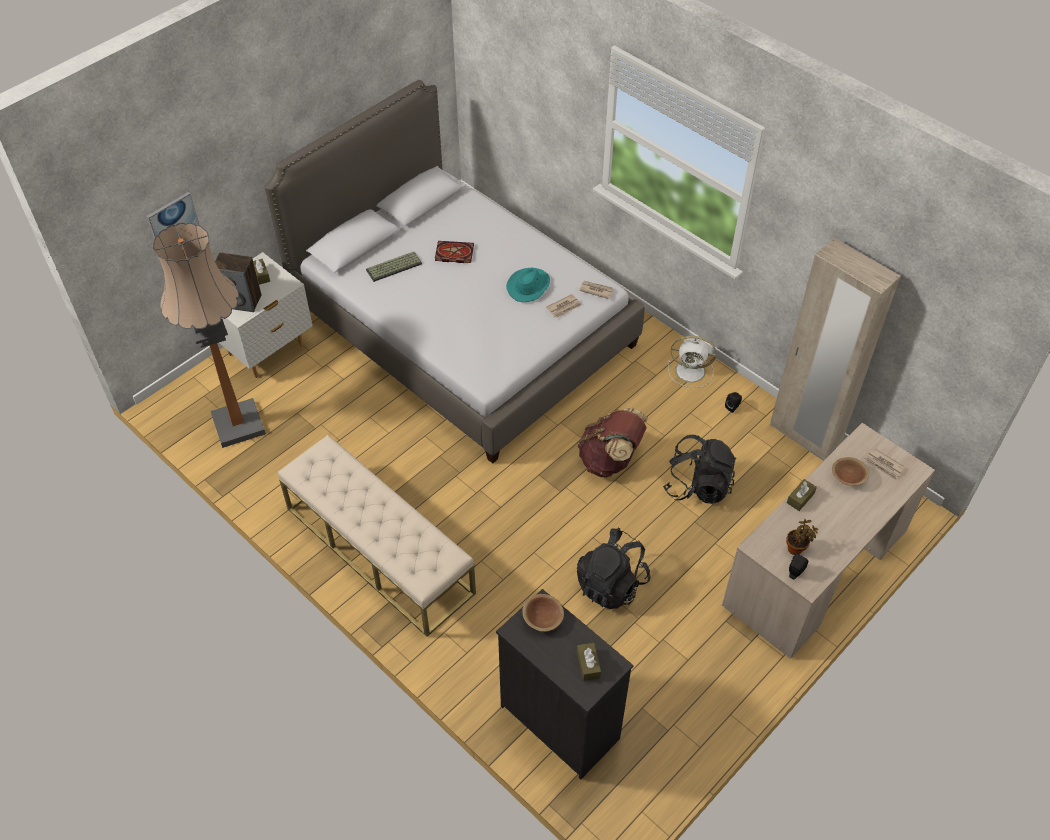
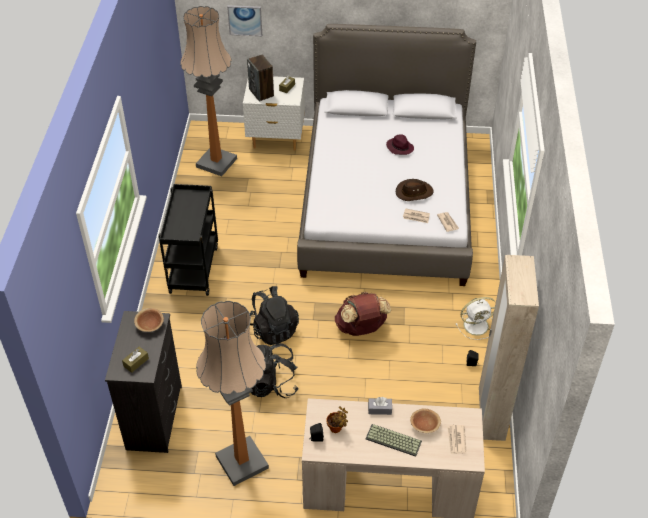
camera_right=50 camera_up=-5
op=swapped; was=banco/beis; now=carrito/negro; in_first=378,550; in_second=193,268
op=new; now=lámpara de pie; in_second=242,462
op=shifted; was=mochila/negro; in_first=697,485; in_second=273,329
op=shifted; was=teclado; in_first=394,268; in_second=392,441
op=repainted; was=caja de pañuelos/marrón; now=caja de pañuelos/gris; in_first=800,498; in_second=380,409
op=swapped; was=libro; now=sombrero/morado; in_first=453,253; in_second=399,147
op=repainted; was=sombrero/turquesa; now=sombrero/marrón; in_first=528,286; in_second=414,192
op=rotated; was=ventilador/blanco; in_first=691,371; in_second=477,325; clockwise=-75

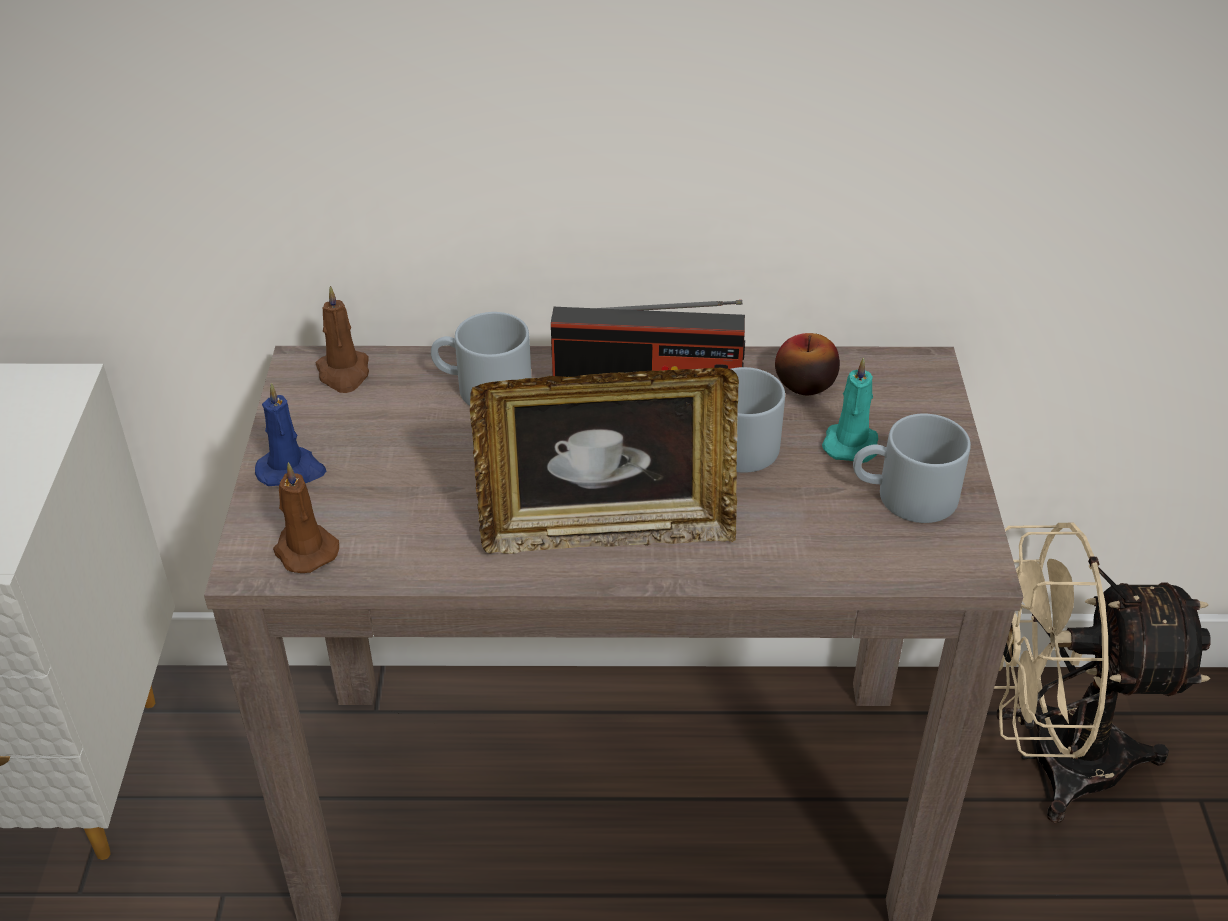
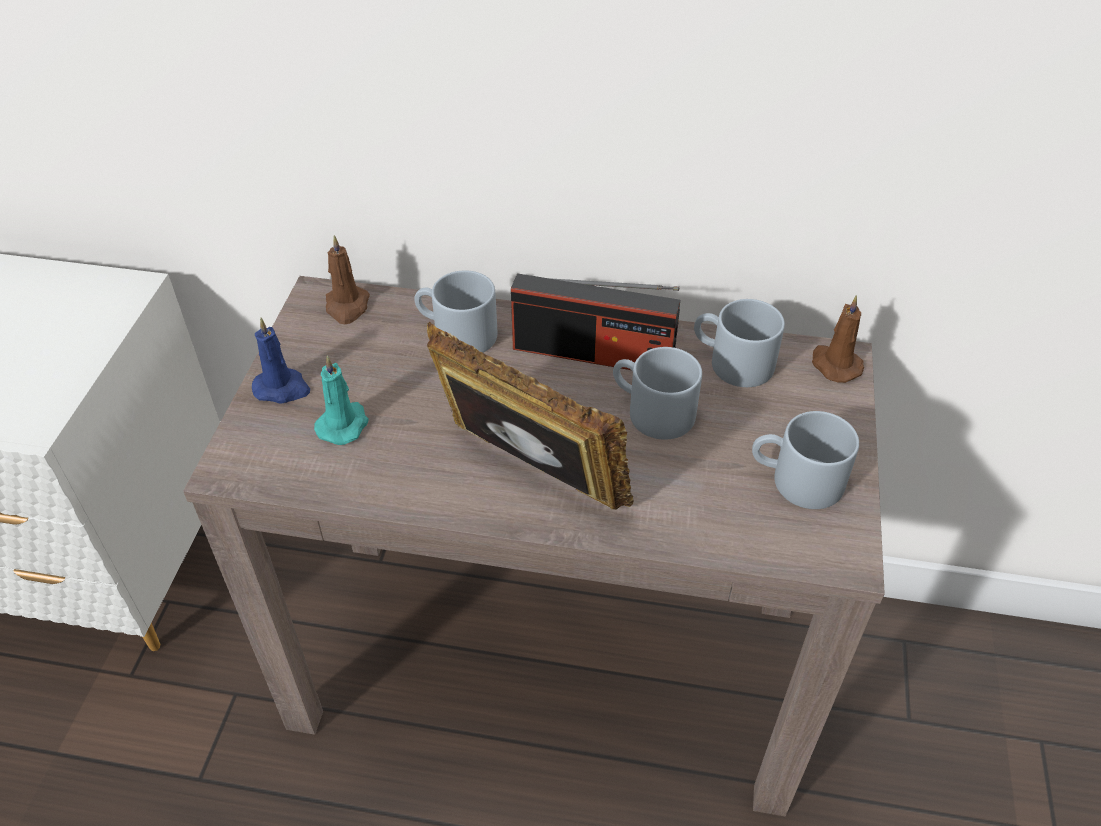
camera_right=10 camera_up=5
op=shifted; was=vela/turquesa; in_first=850,443; in_second=344,424
op=rotated; was=portarretratos; in_first=607,530; in_second=528,477; clockwise=-150
op=swapped; was=manzana; now=taza grande/gris; in_first=805,384; in_second=731,362
op=shifted; was=vela/marrón; in_first=304,549; in_second=834,364
op=gone; was=ventilador/beis; in_first=1050,759

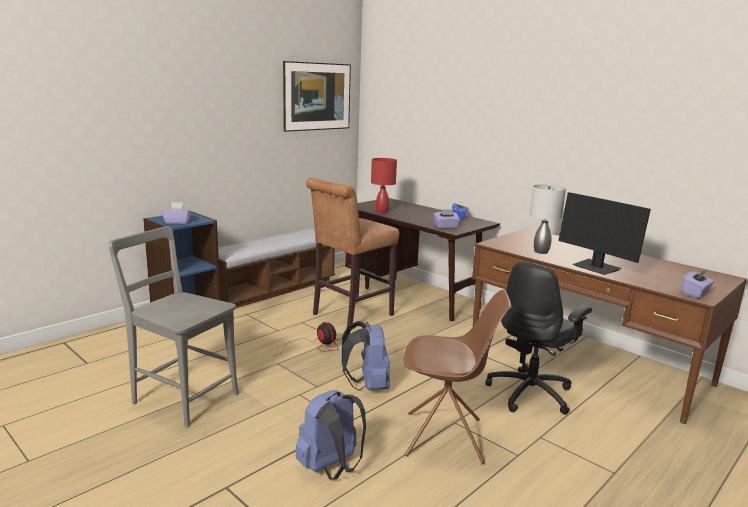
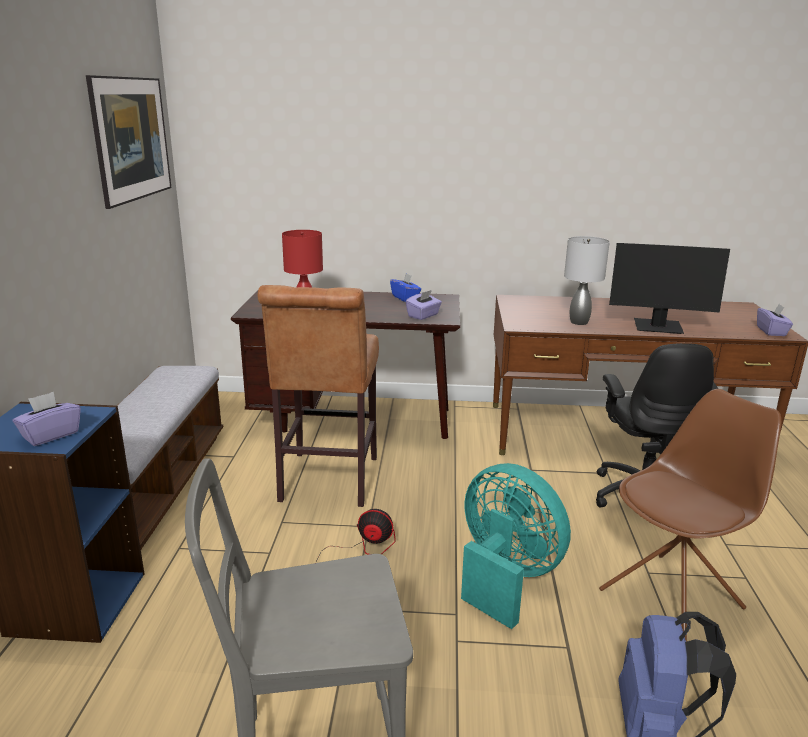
camera_right=-40 camera_up=5
op=swapped; was=mochila/azul; now=ventilador/turquesa; in_first=368,386; in_second=505,577

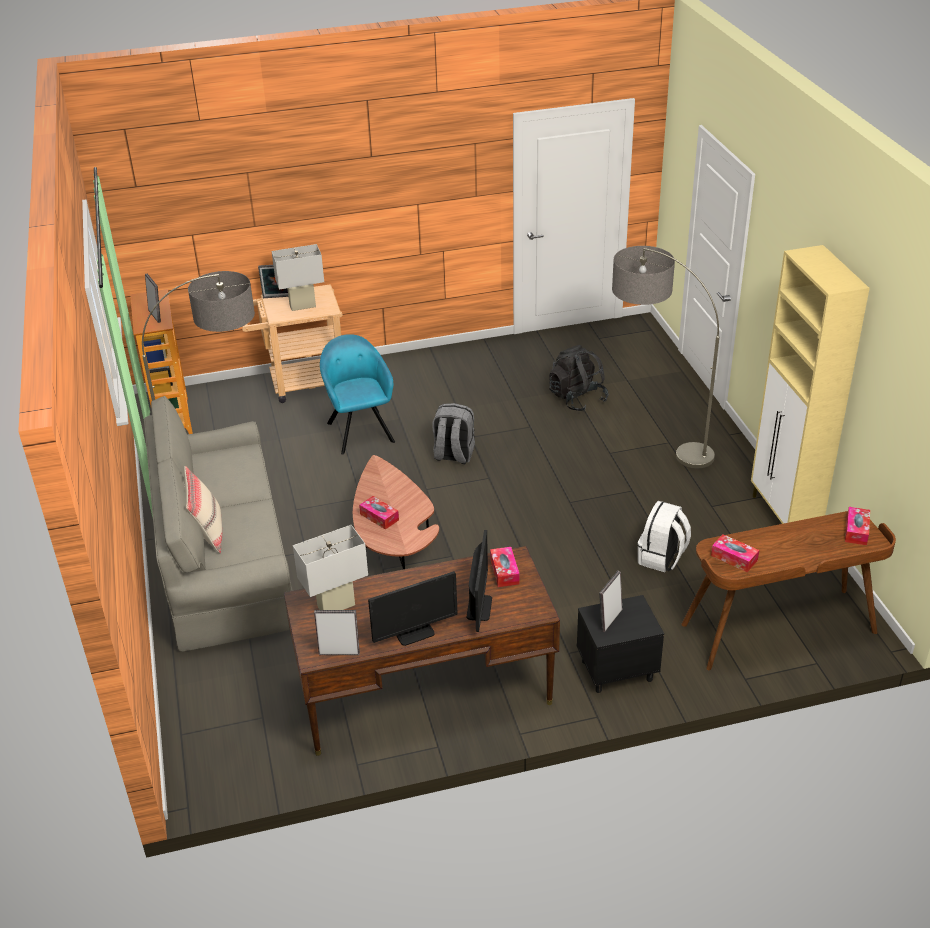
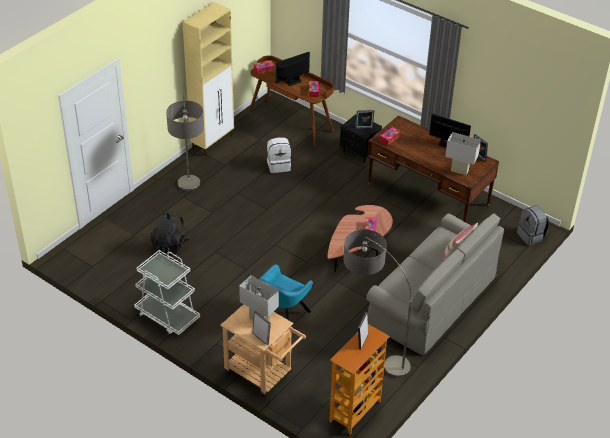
camera_right=-130 camera_up=5
op=new; now=carrito/blanco; in_second=167,316
op=shifted; was=monitor; in_first=479,607; in_second=293,81
op=shifted; was=mochila/gris; in_first=453,455; in_second=531,236

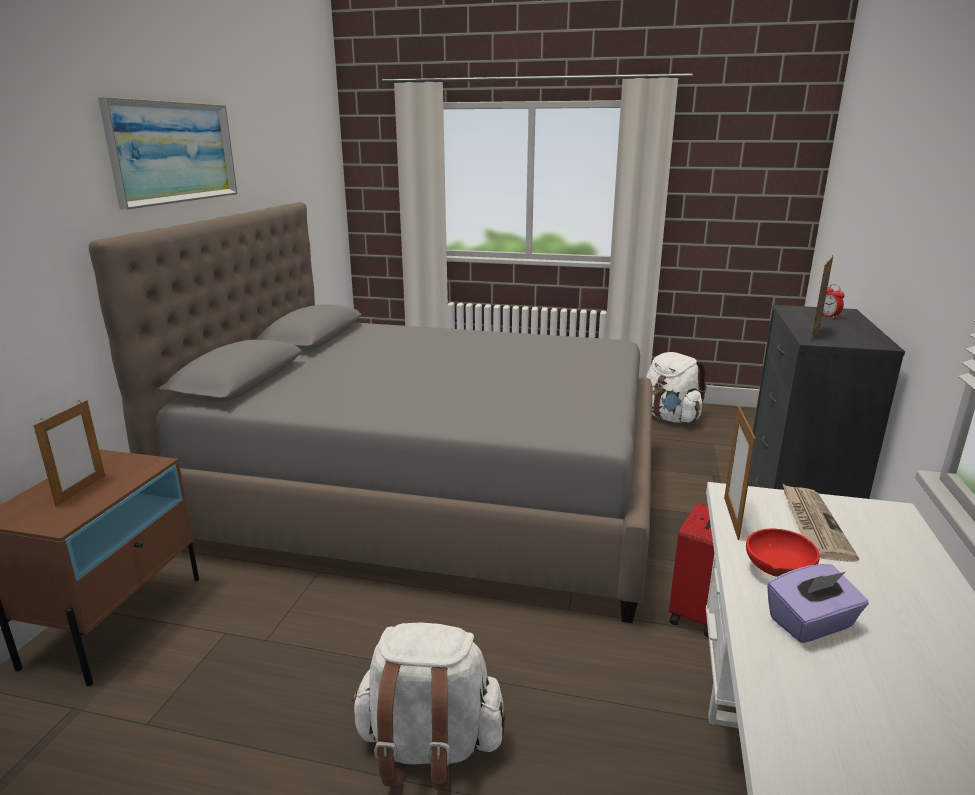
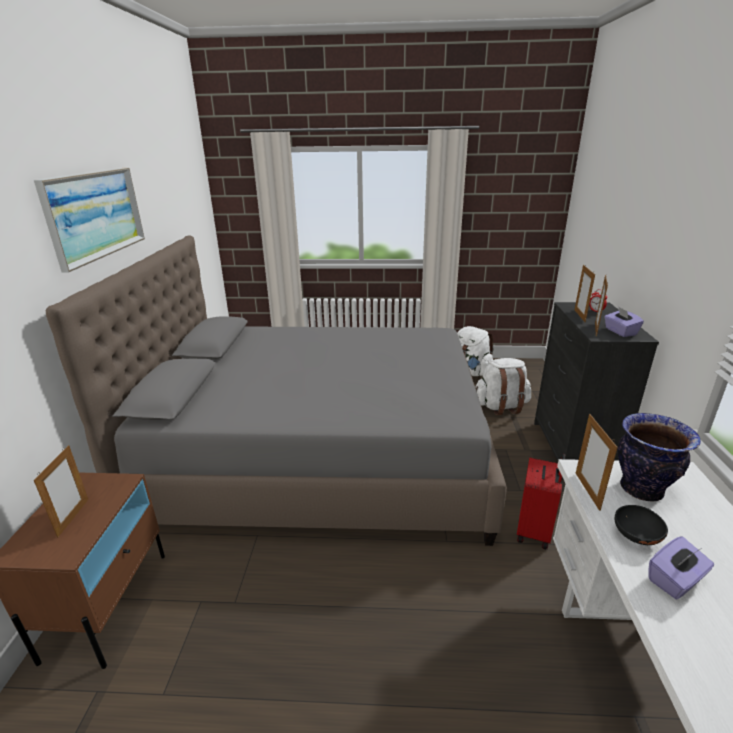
camera_right=-10 camera_up=5
op=shifted; was=mochila/blanco; in_first=429,747; in_second=501,406
op=new; now=portarretratos; in_second=579,316
op=new; now=caja de pañuelos/morado; in_second=620,332
op=repainted; was=cuenco/rojo; now=cuenco/negro; in_first=776,572; in_second=635,536
op=swapped; was=periódico; now=florero; in_first=812,524; in_second=640,489

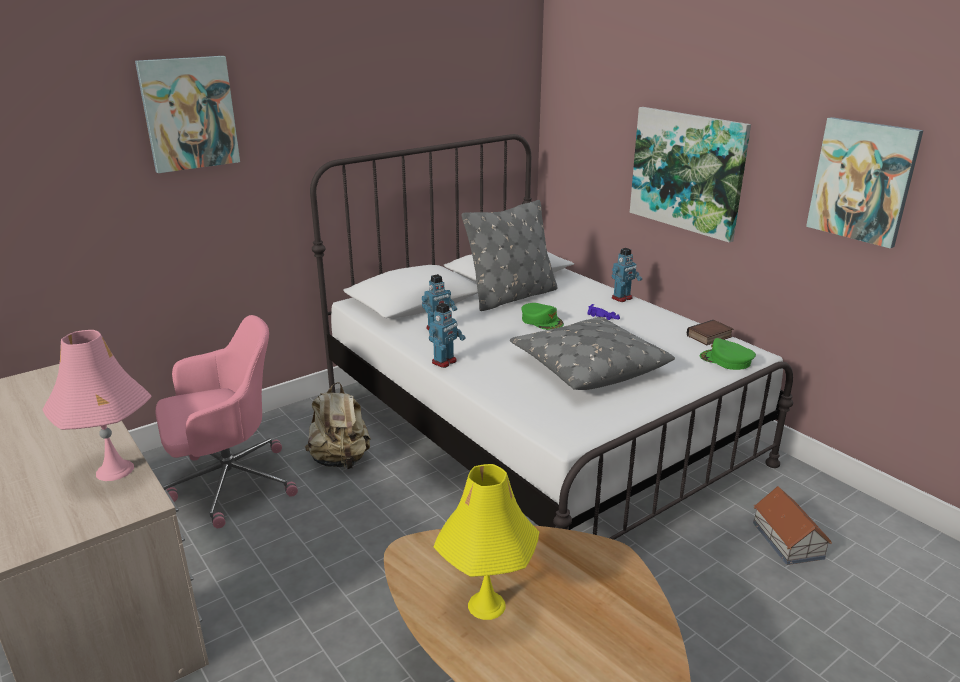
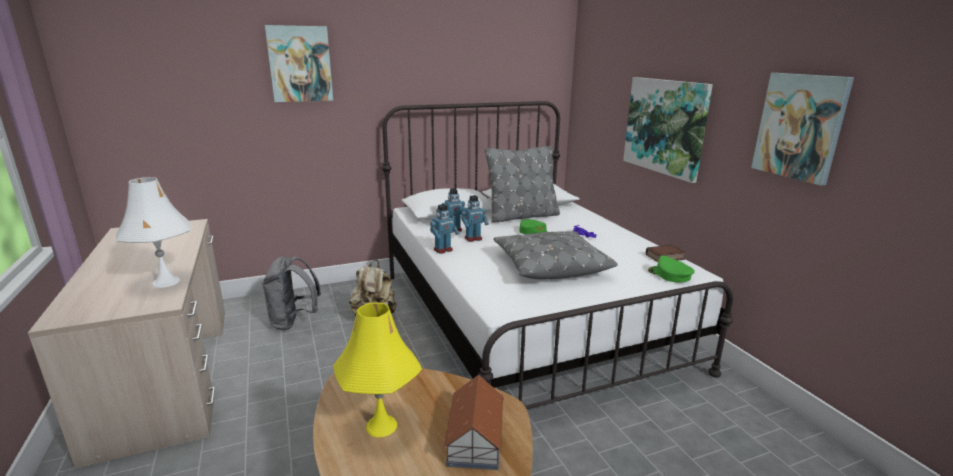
camera_right=15 camera_up=-5
op=repainted; was=lámpara de mesa/rosa; now=lámpara de mesa/blanco; in_first=114,470; in_second=166,282
op=swapped; was=silla de oficina/rosa; now=mochila/gris; in_first=229,483; in_second=293,322
op=shifted; was=casita; in_first=787,540; in_second=474,440
op=shifted; was=robot de juguete; in_first=622,298; in_second=473,239

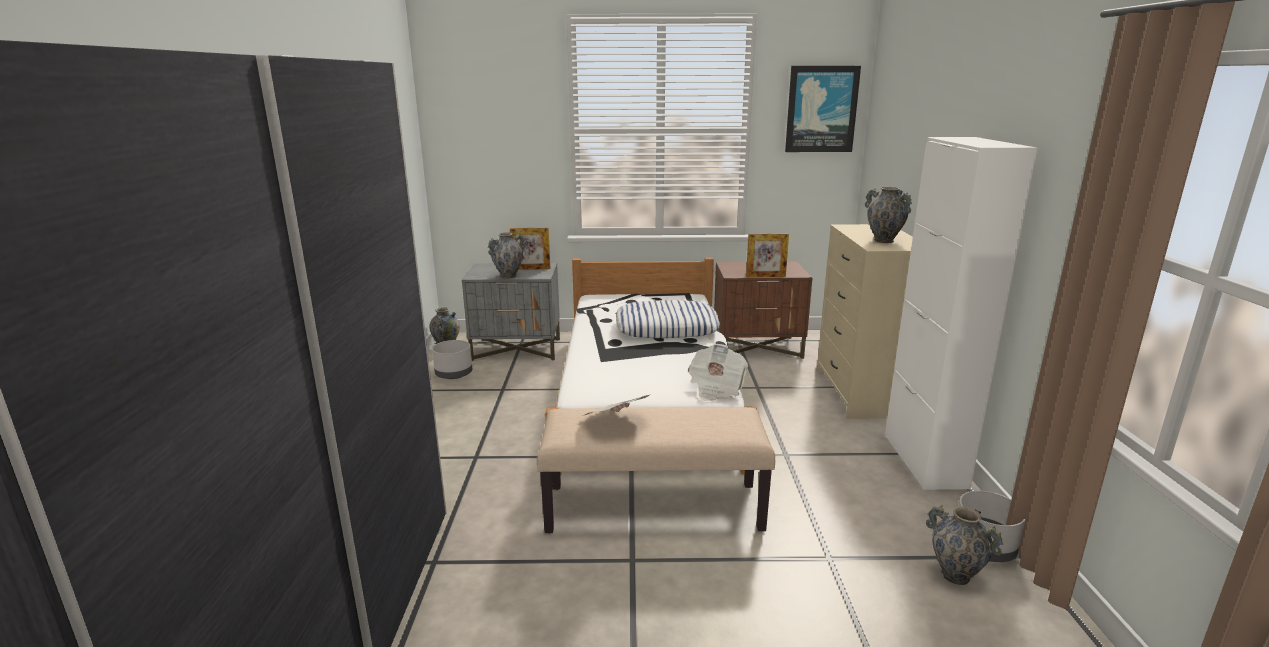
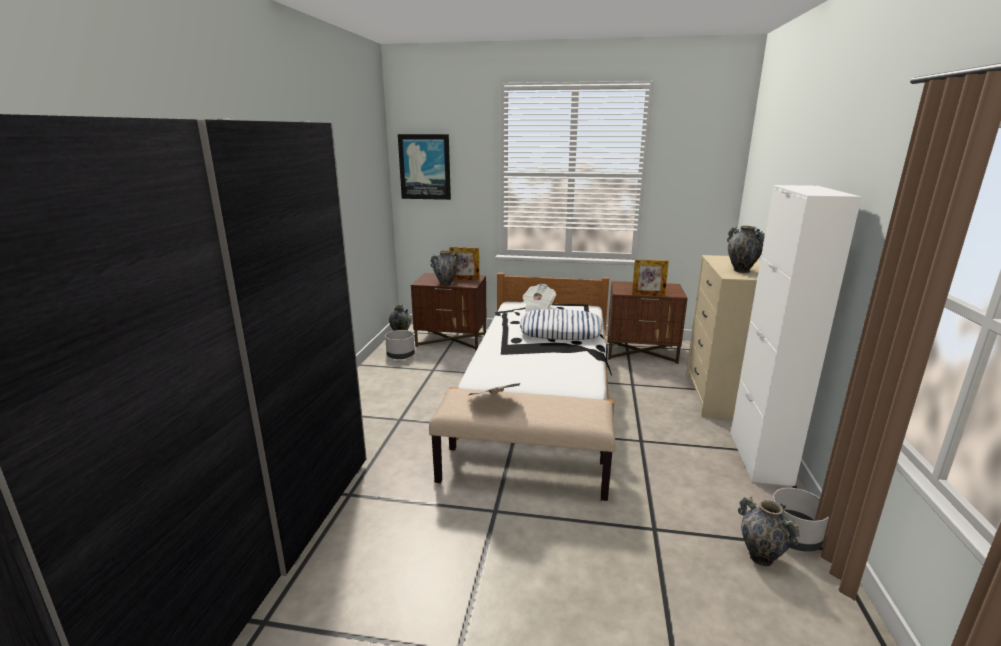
camera_right=10 camera_up=0
op=shifted; was=cuadro; in_first=821,109; in_second=425,167
op=repainted; was=mesita de noche/gris; now=mesita de noche/marrón; in_first=517,350; in_second=452,340
op=shifted; was=periódico; in_first=716,388; in_second=537,307

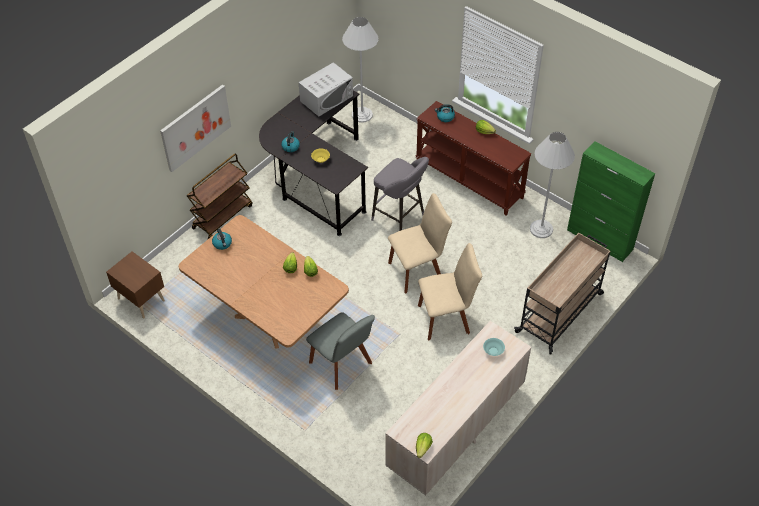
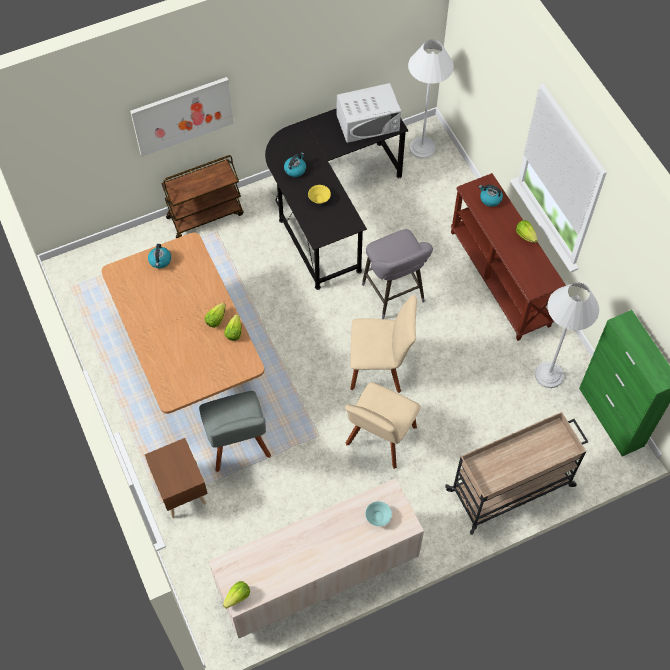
camera_right=25 camera_up=10
op=shifted; was=mesita de noche/marrón; in_first=141,299; in_second=181,489
op=rotated; was=silla/beis; in_first=446,318; in_second=379,439; clockwise=105

